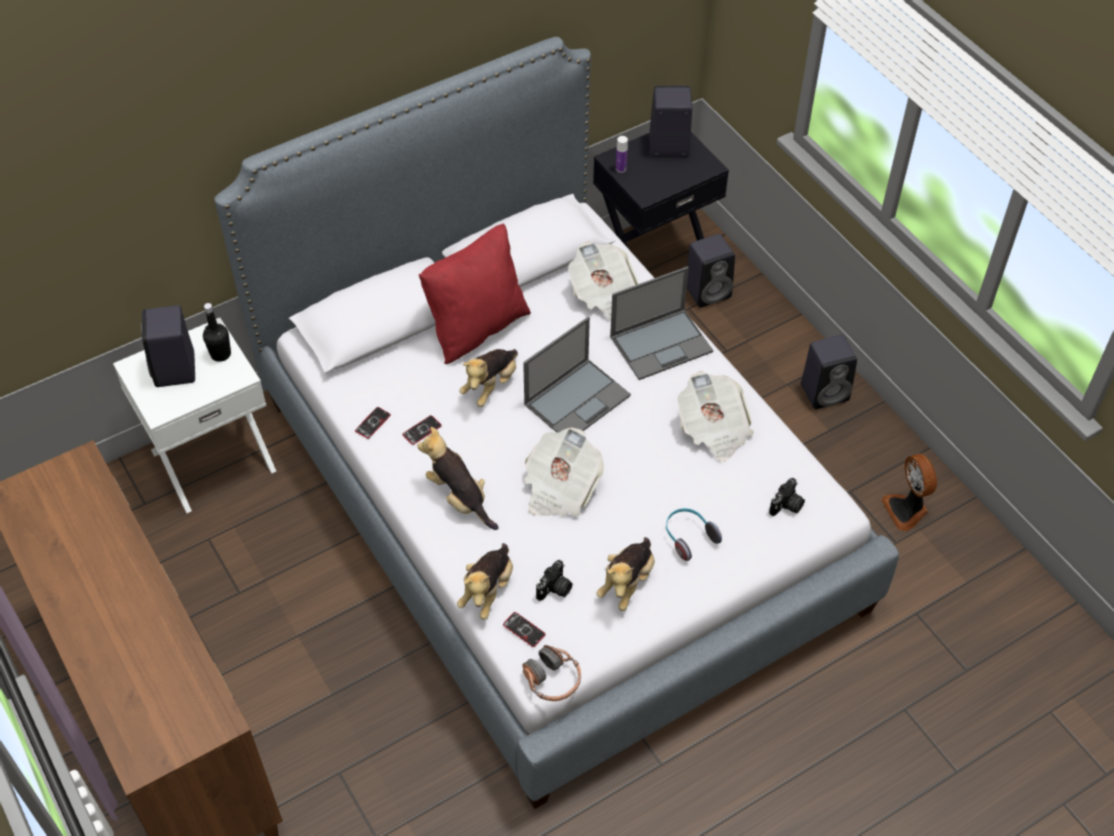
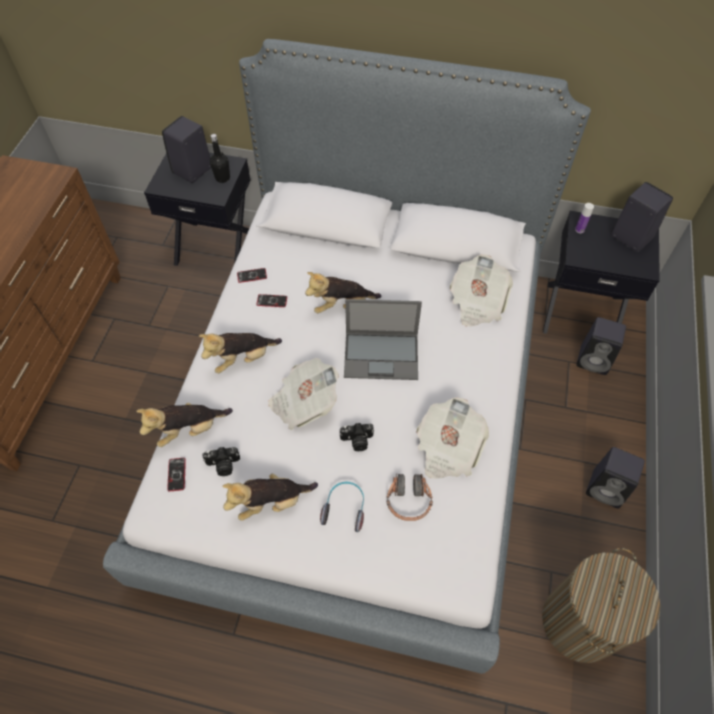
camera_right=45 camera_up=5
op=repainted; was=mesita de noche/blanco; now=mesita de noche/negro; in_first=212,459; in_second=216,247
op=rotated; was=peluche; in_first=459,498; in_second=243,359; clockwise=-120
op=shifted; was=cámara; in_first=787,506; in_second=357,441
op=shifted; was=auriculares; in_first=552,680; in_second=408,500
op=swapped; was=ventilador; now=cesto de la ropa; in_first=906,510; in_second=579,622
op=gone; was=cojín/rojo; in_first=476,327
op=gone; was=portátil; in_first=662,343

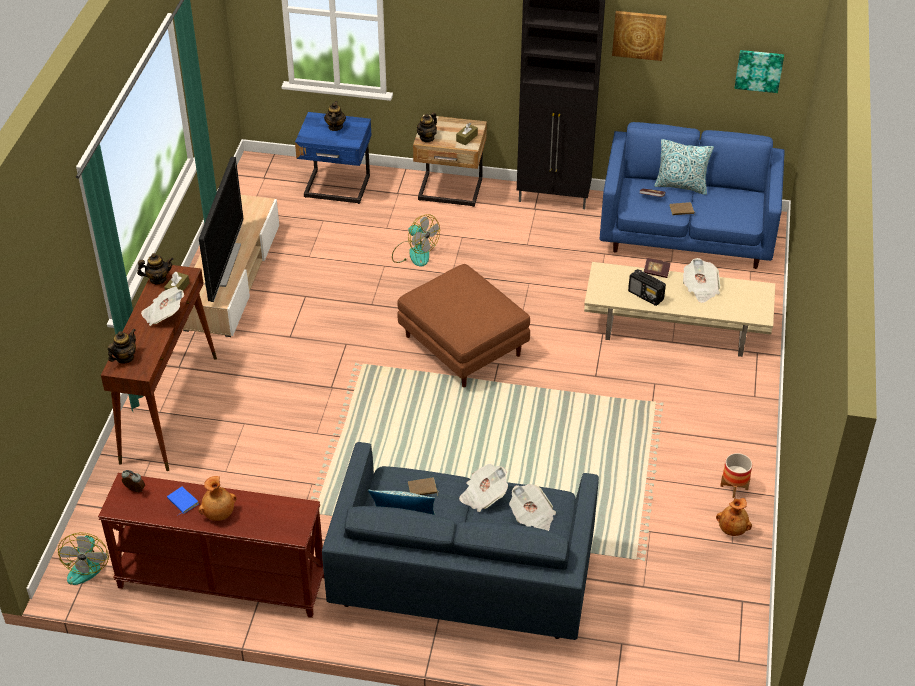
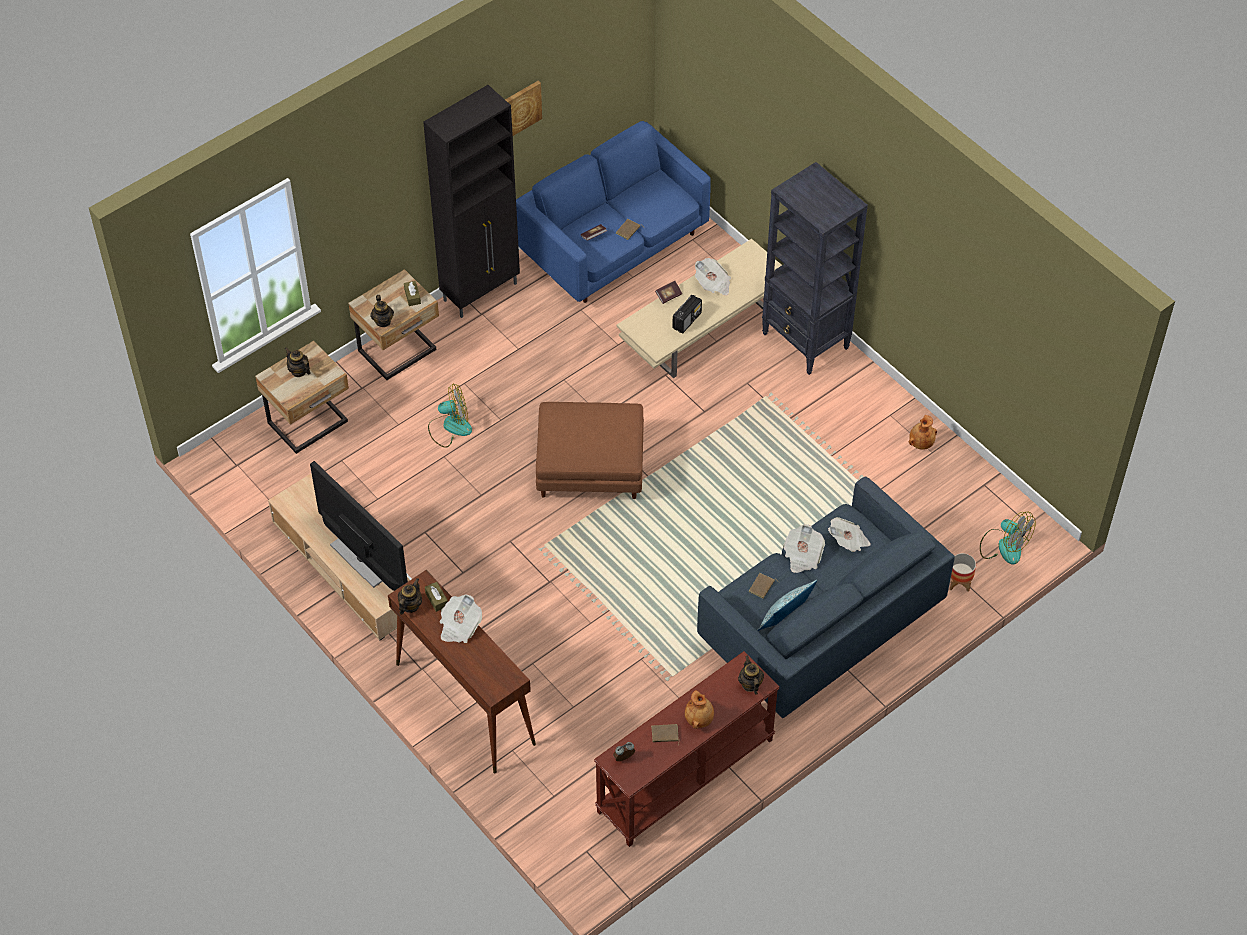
camera_right=-50 camera_up=10
op=repainted; was=mesita de noche/azul; now=mesita de noche/beis; in_first=337,188; in_second=309,424
op=repainted; was=libro/azul; now=libro/marrón; in_first=182,502; in_second=665,735
op=rotated; was=radio; in_first=646,296; in_second=687,320; clockwise=-45
op=shifted; was=tetera; in_first=124,358; in_second=750,684
op=new; now=estantería/negro; in_second=806,341
op=shifted; was=maceta; in_first=734,487; in_second=959,583
op=shifted; was=ventilador; in_first=86,565; in_second=1004,546
op=gone; was=cojín; in_first=681,186
op=gone; was=cuadro; in_first=759,70

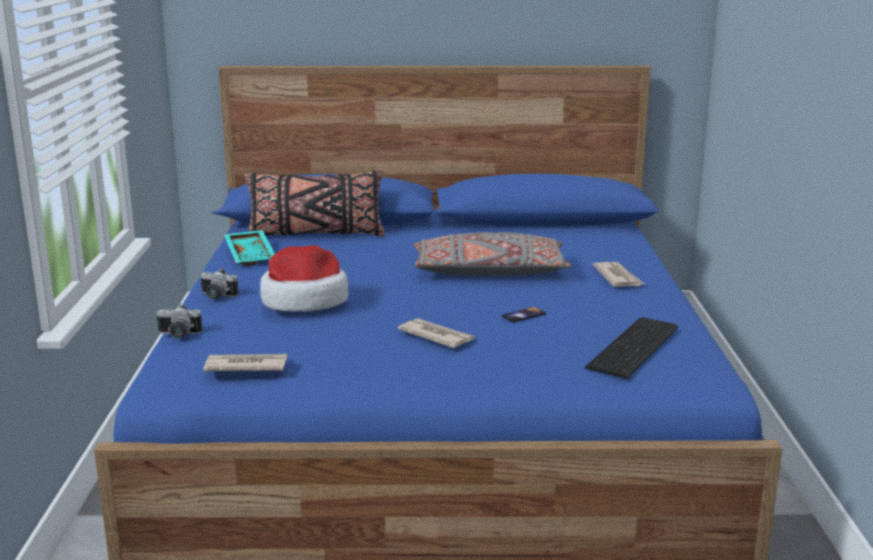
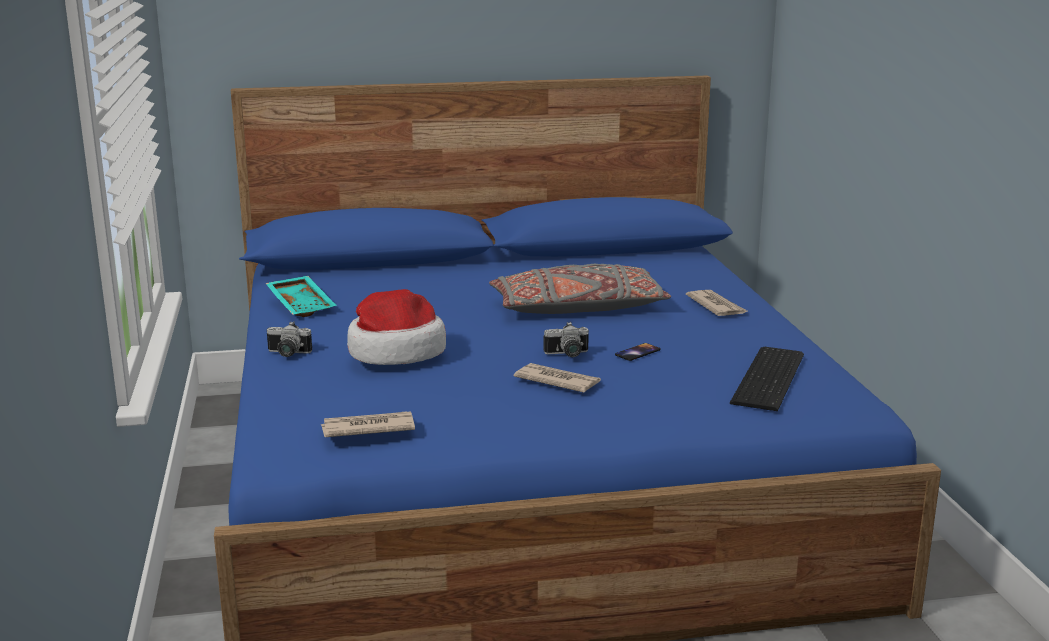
camera_right=-10 camera_up=0
op=shifted; was=cámara; in_first=178,335; in_second=567,354
op=gone; was=cojín/negro; in_first=316,234

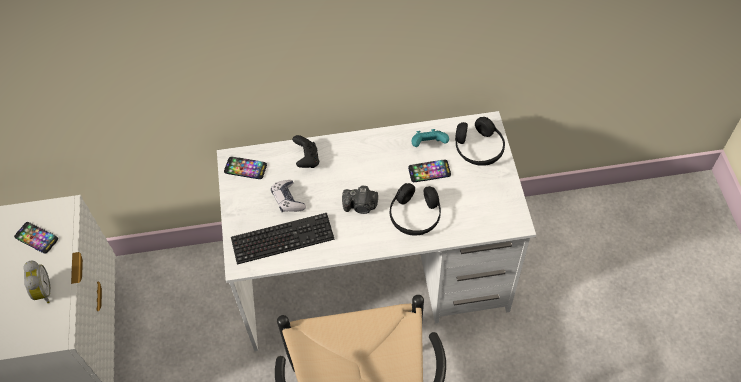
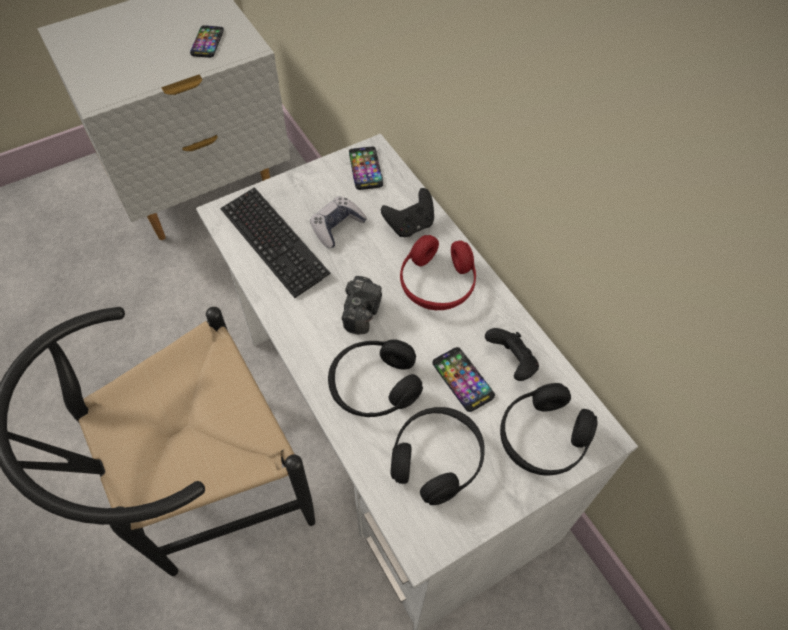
camera_right=65 camera_up=0
op=rotated; was=cámara; in_first=361,206; in_second=362,311; clockwise=-150
op=new; now=auriculares/negro; in_second=436,459
op=new; now=auriculares/rojo; in_second=437,283
op=repainted; was=mando de consola/turquesa; now=mando de consola/negro; in_first=428,145; in_second=511,363
op=gone; was=despertador; in_first=42,292

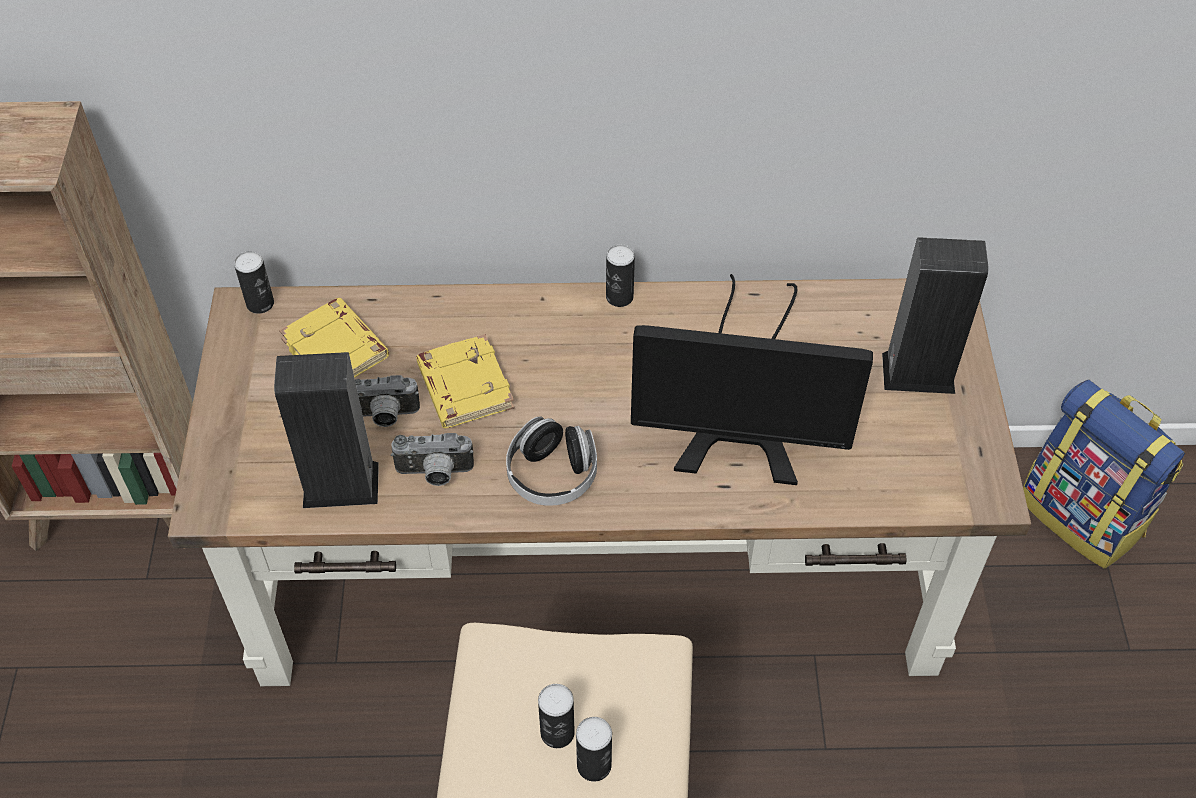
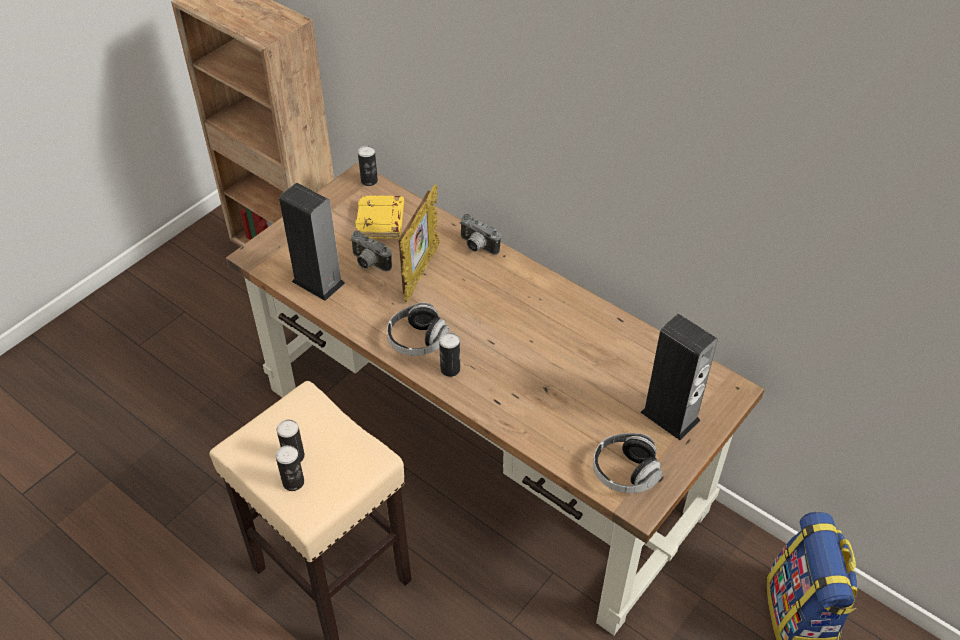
camera_right=40 camera_up=-5
op=swapped; was=libro/amarillo; now=portarretratos; in_first=463,386; in_second=420,273
op=shifted; was=lata; in_first=619,297; in_second=450,369
op=shifted; was=cámara; in_first=434,474; in_second=476,247
op=new; now=auriculares; in_second=625,472
op=gone; was=monitor; in_first=742,417

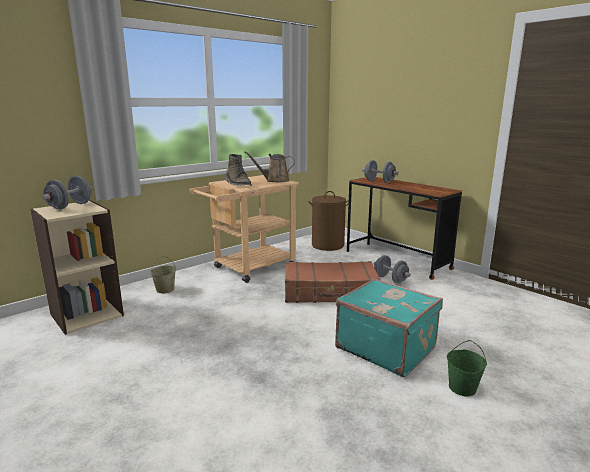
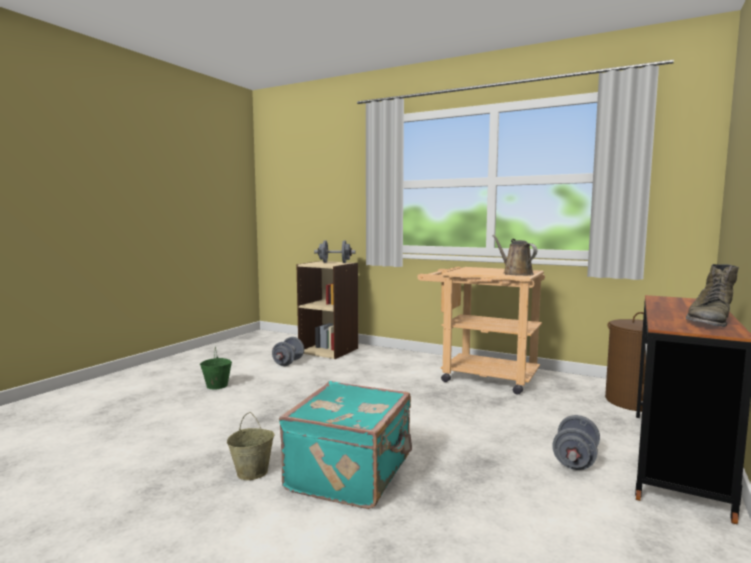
camera_right=70 camera_up=-10
op=shifted; was=cubo/verde; in_first=462,388; in_second=216,386
op=shifted; was=cubo/beis; in_first=165,289; in_second=253,472
op=shifted; was=mancuerna/gris; in_first=379,181; in_second=288,362
op=shifted; was=bota/verde; in_first=238,184; in_second=709,321
op=gone; was=maleta/marrón; in_first=330,292

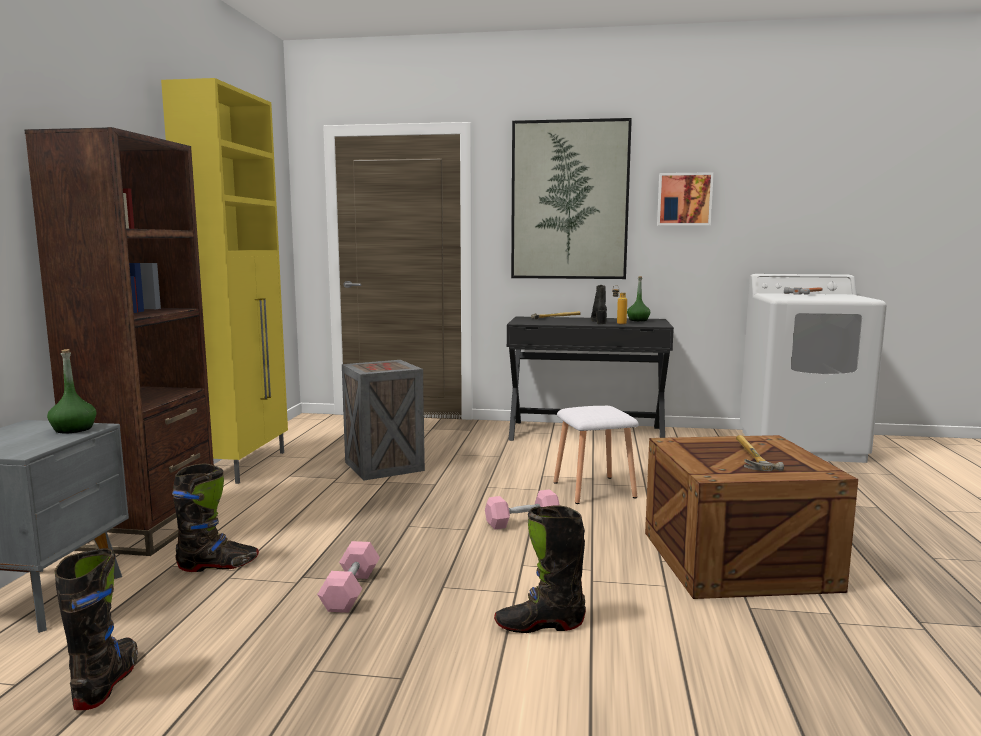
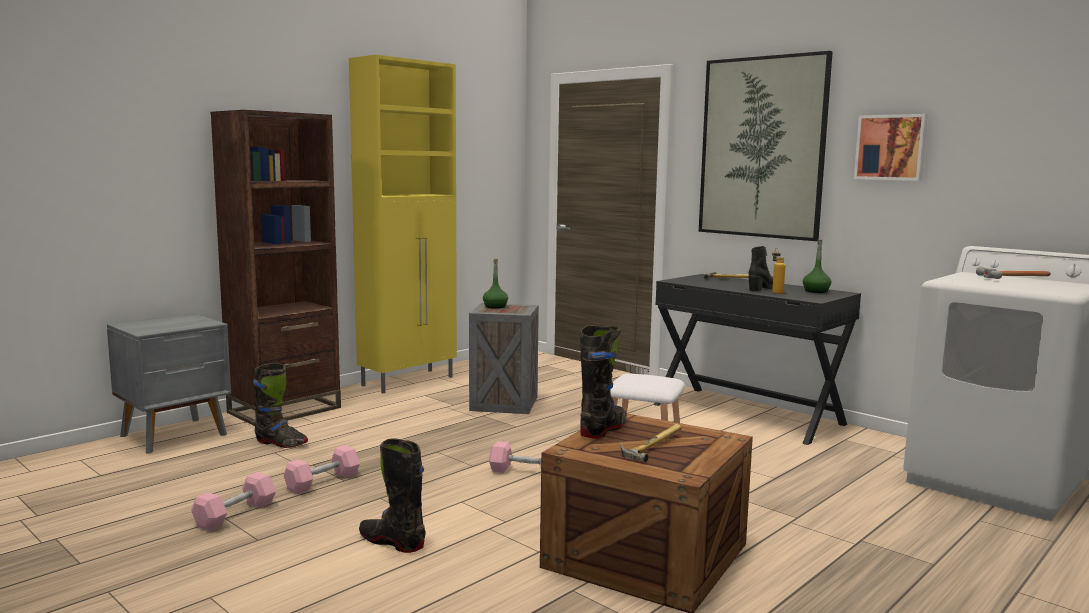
camera_right=35 camera_up=0
op=new; now=mancuerna/rosa; in_second=235,514
op=shifted; was=botella/verde; in_first=73,429; in_second=495,307
op=shifted; was=bota/negro; in_first=107,682; in_second=603,430

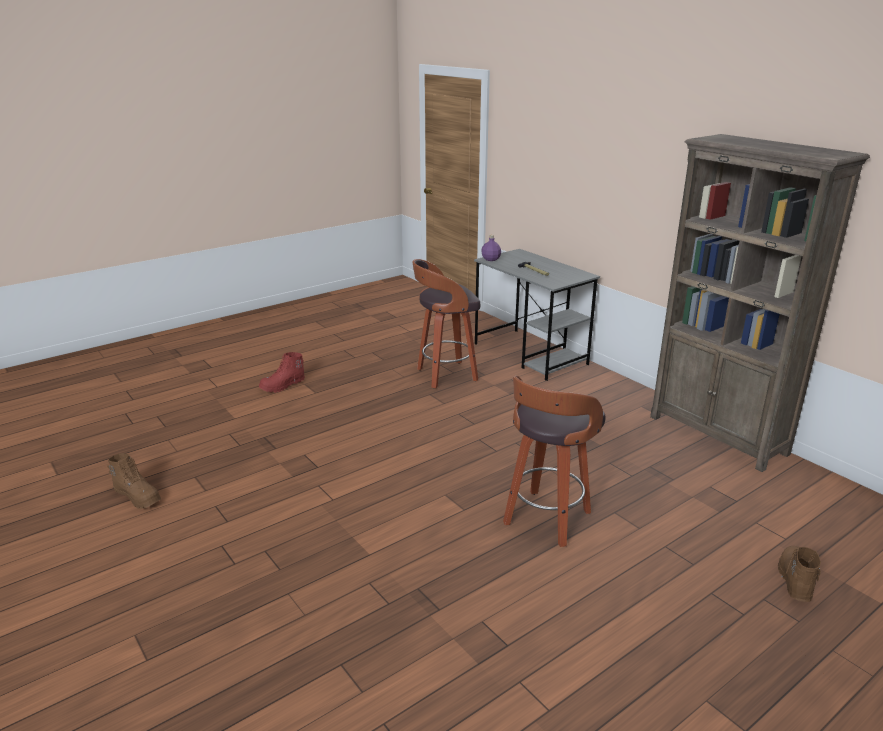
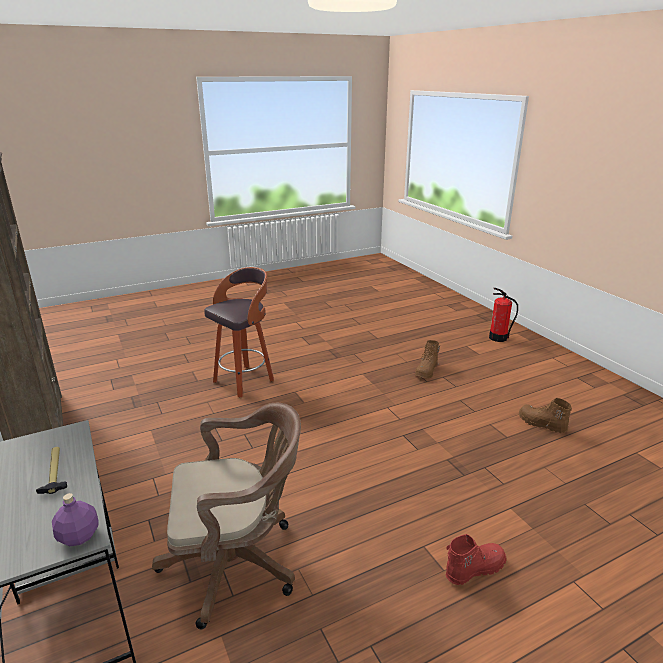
camera_right=-170 camera_up=0
op=swapped; was=taburete; now=silla de oficina/marrón; in_first=445,375; in_second=238,562
op=shifted; was=bota/marrón; in_first=794,580; in_second=426,371
op=new; now=extintor; in_second=498,338

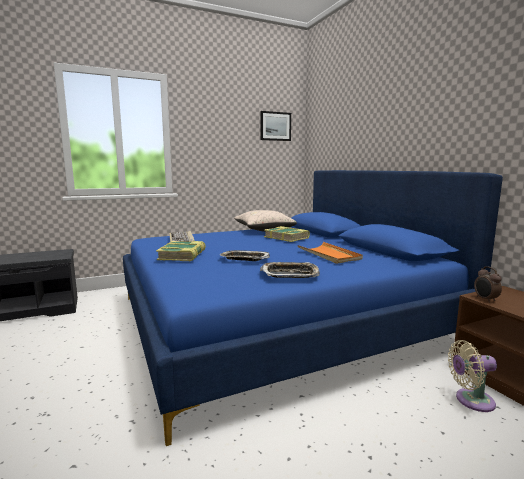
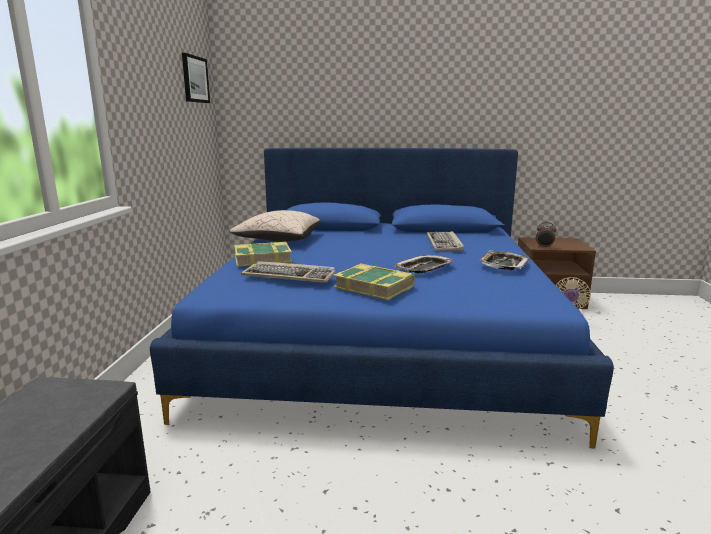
camera_right=-60 camera_up=5
op=shifted; was=libro; in_first=286,238; in_second=262,259
op=swapped; was=bandeja/naranja; now=teclado; in_first=329,255; in_second=444,243

